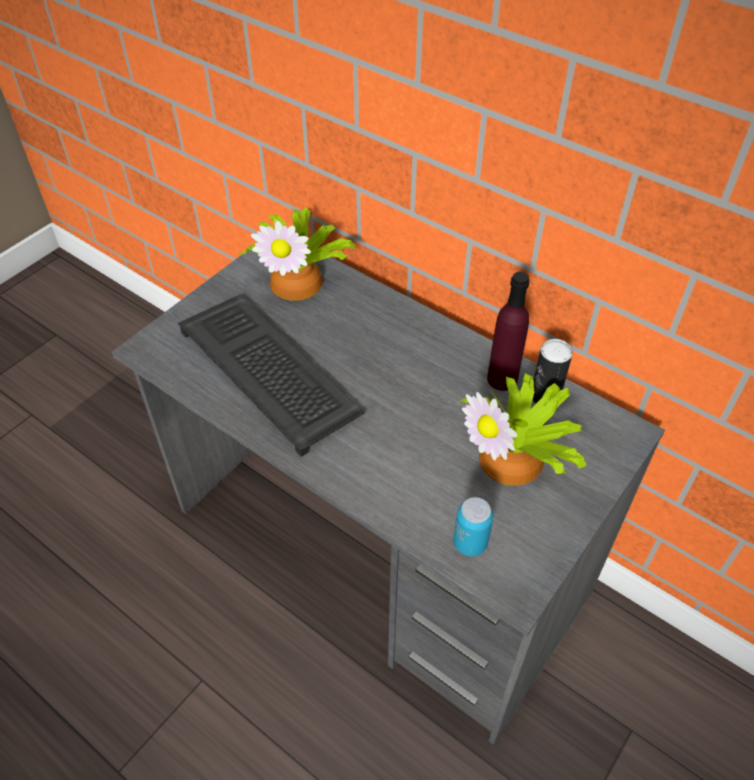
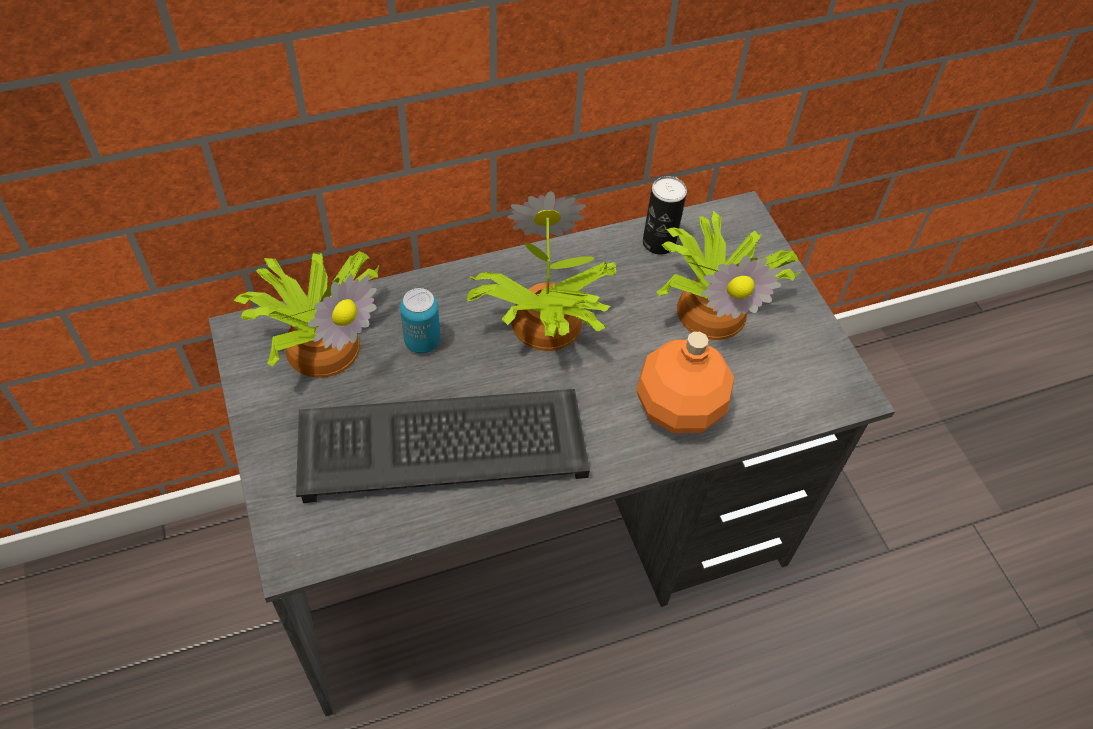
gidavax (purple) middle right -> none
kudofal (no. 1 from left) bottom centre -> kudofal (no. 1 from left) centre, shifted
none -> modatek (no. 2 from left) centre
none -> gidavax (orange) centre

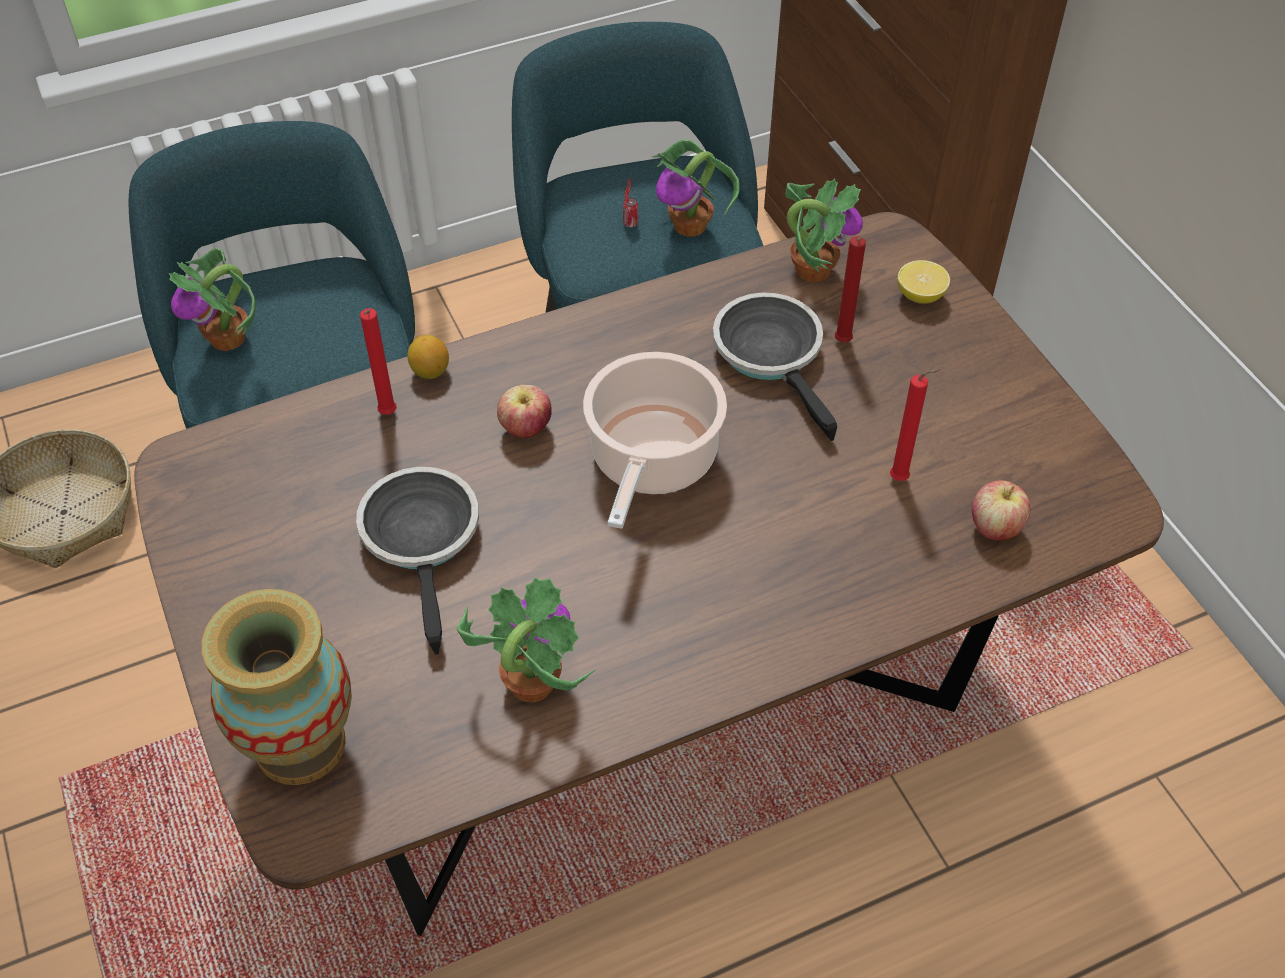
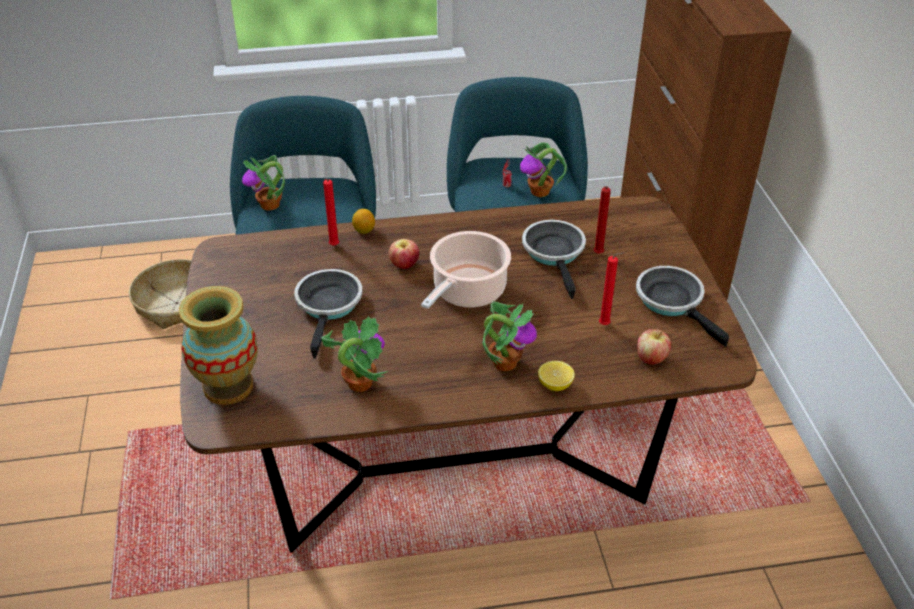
modatek (no. 4 from left in the first image) top centre -> modatek (no. 3 from left) centre, shifted
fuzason (no. 2 from left) top right -> fuzason (no. 2 from left) centre, shifted
none -> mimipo (no. 3 from left) middle right

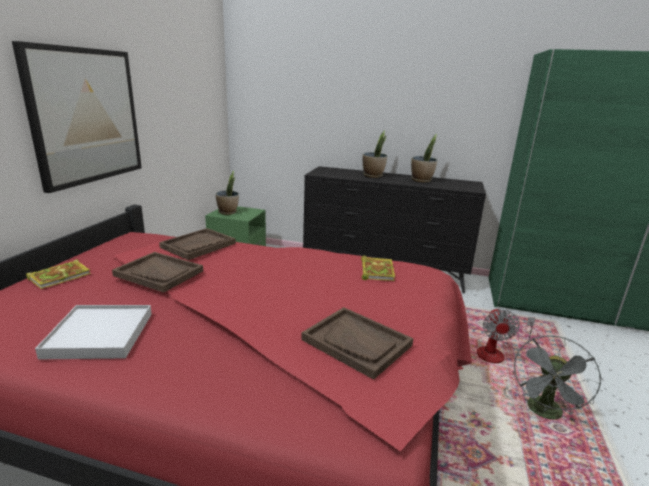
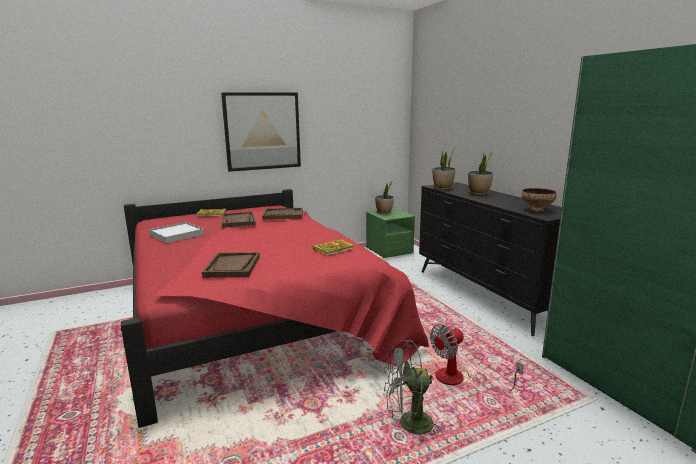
modatek (no. 3 from left in the first image) top centre -> modatek (no. 2 from left) centre, shifted
none -> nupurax middle right

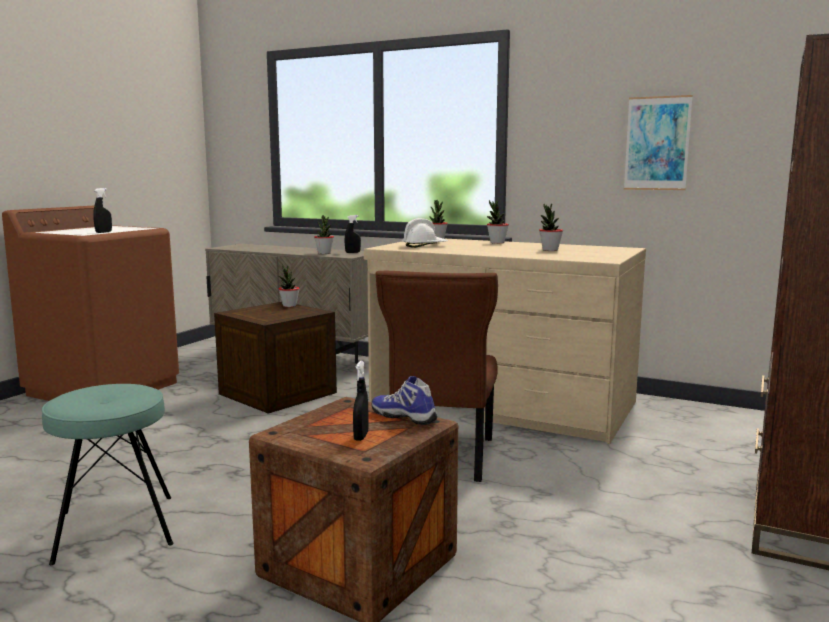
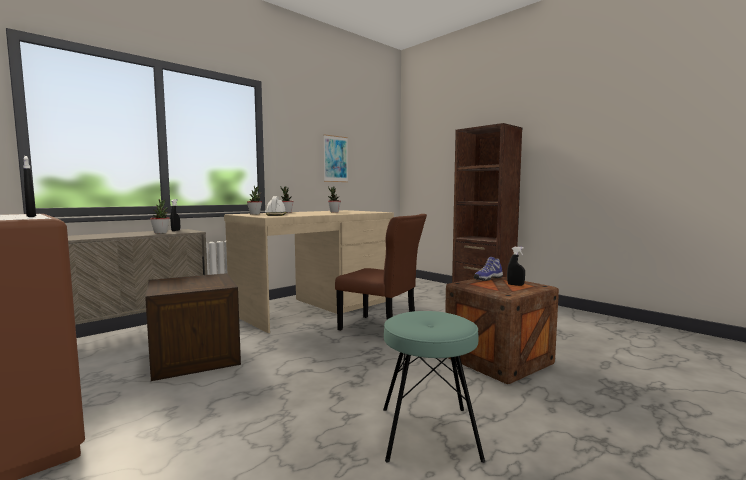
modatek (no. 1 from left) centre -> none

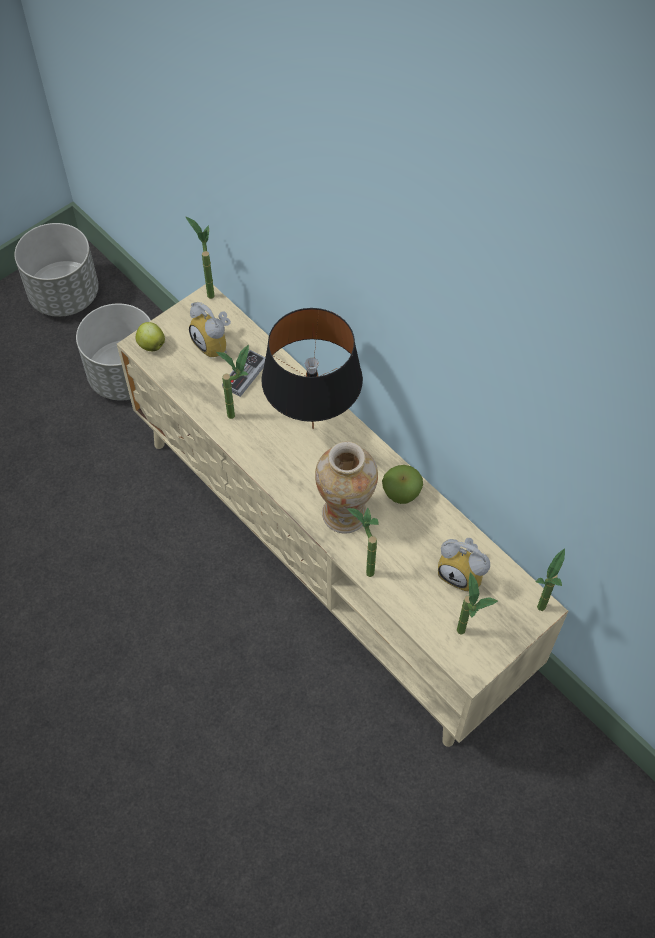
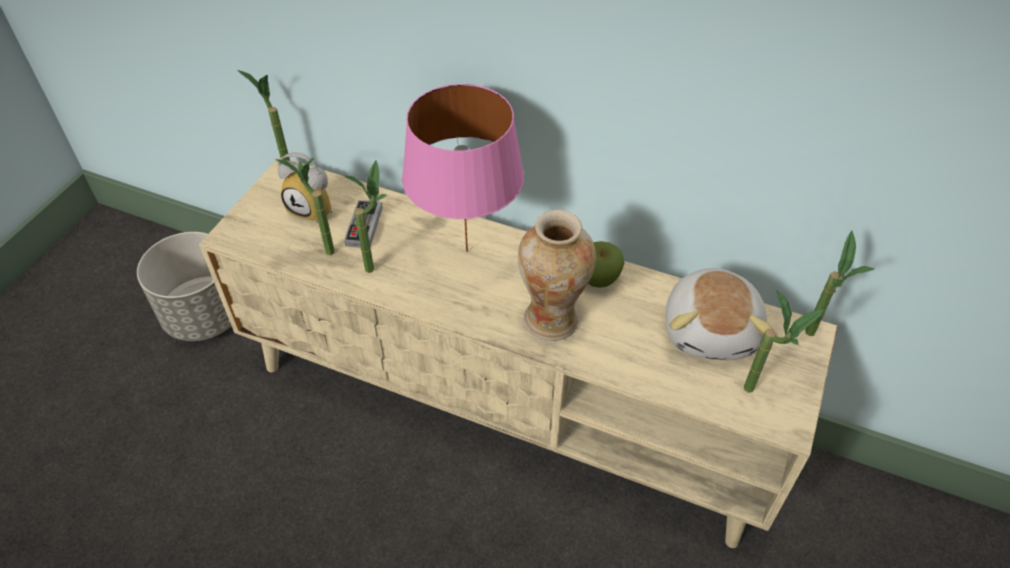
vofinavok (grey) (no. 1 from left) top left -> none
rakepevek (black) centre -> rakepevek (pink) top centre
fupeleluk (no. 1 from left) middle left -> none
modatek (no. 3 from left in the first image) centre -> modatek (no. 2 from left) middle left, shifted
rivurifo (no. 2 from left) middle right -> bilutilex middle right

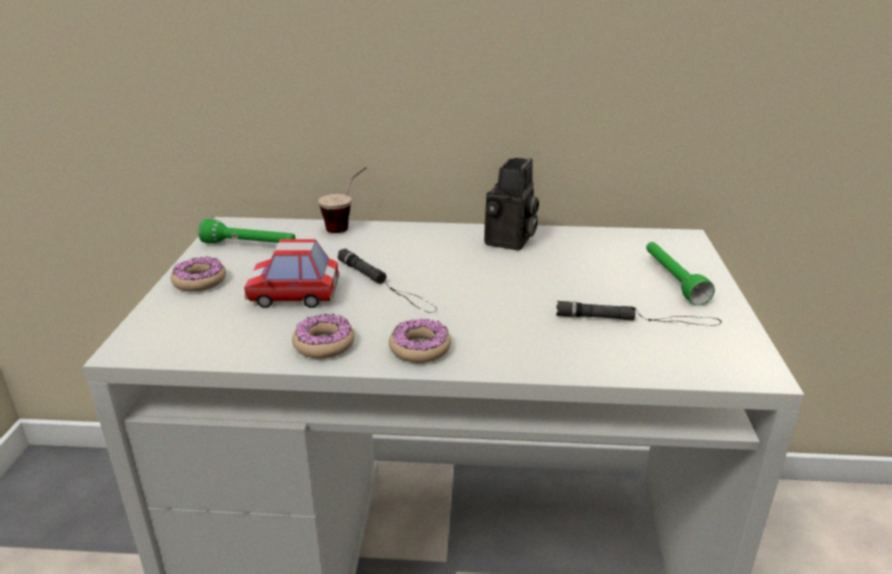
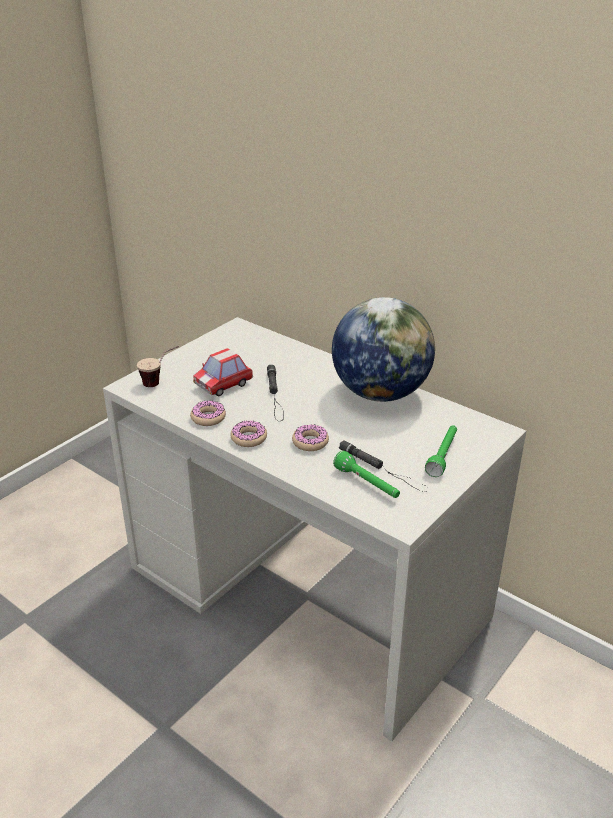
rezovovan centre -> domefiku centre
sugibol centre -> sugibol middle left, shifted
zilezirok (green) (no. 1 from left) middle left -> zilezirok (green) (no. 1 from left) centre, shifted
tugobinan middle left -> tugobinan centre, 75 degrees counterclockwise
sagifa (no. 1 from left in the first image) middle left -> sagifa (no. 3 from left) centre, shifted

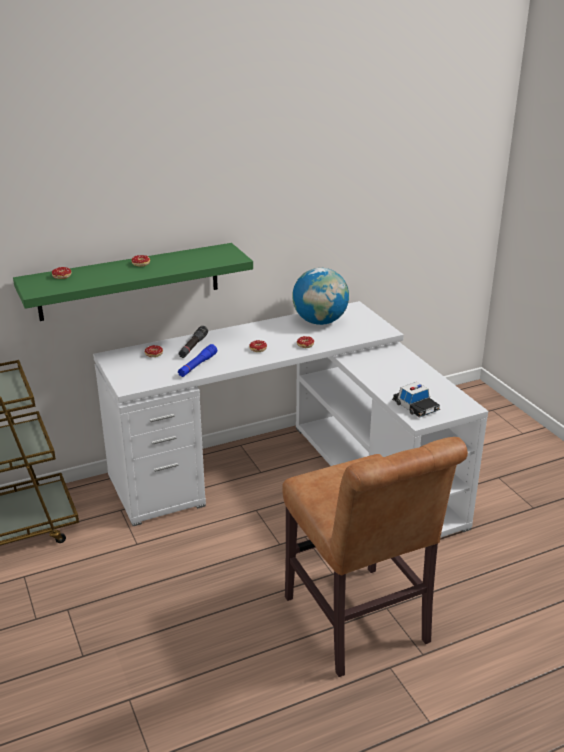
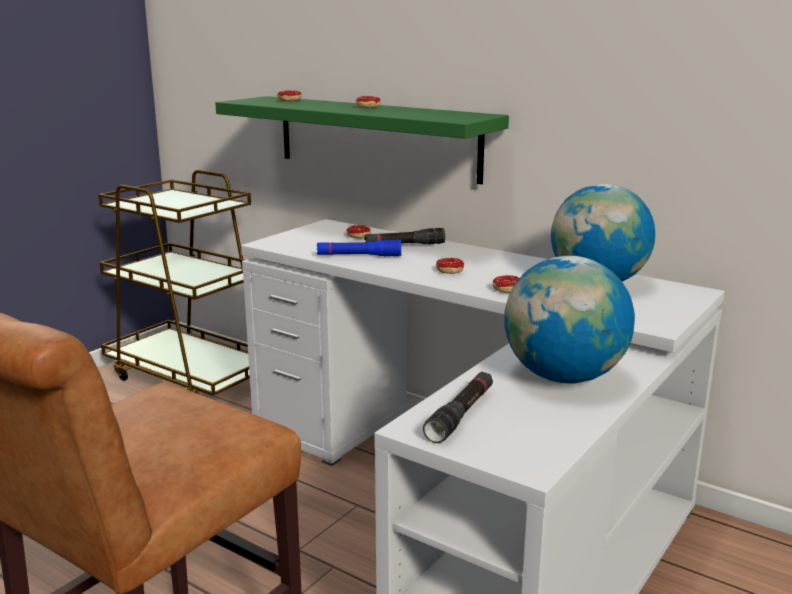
tugobinan middle right -> zilezirok (black) (no. 2 from left) bottom centre
none -> domefiku (no. 1 from left) middle right

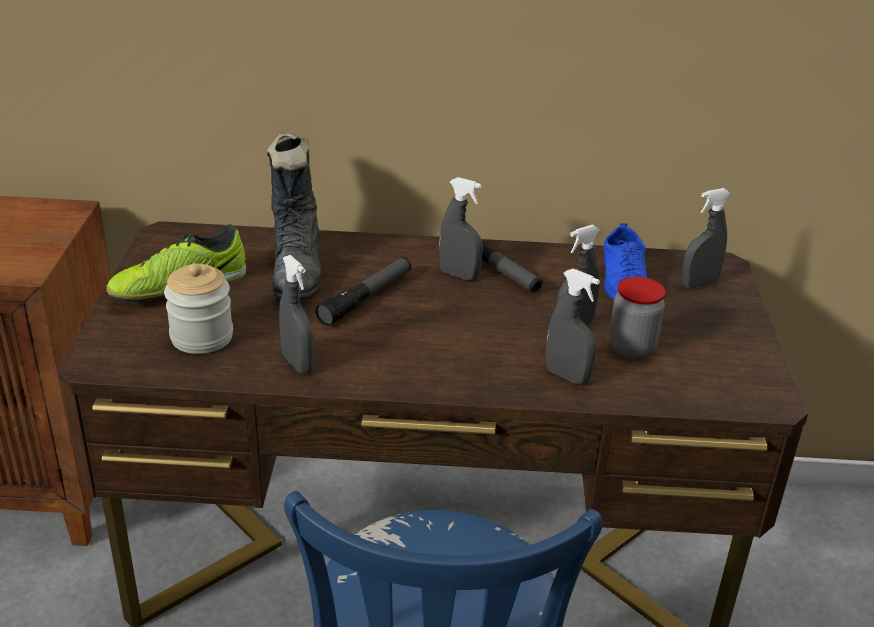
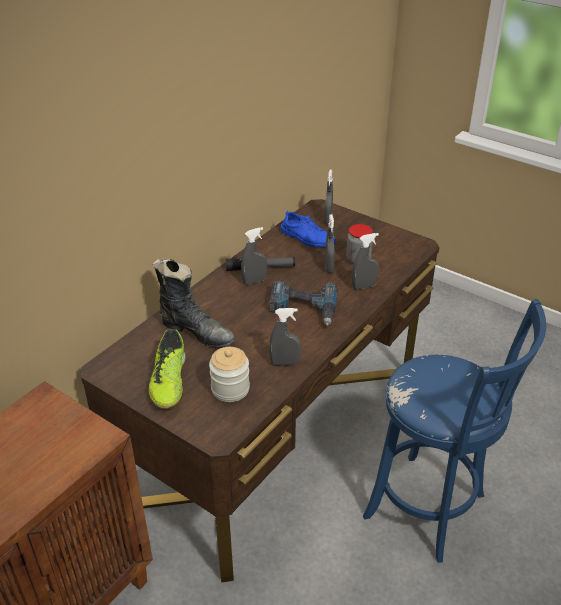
zilezirok (no. 1 from left) centre -> none
none -> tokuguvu centre

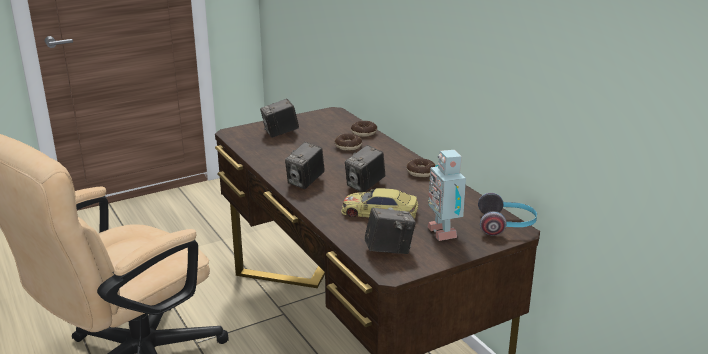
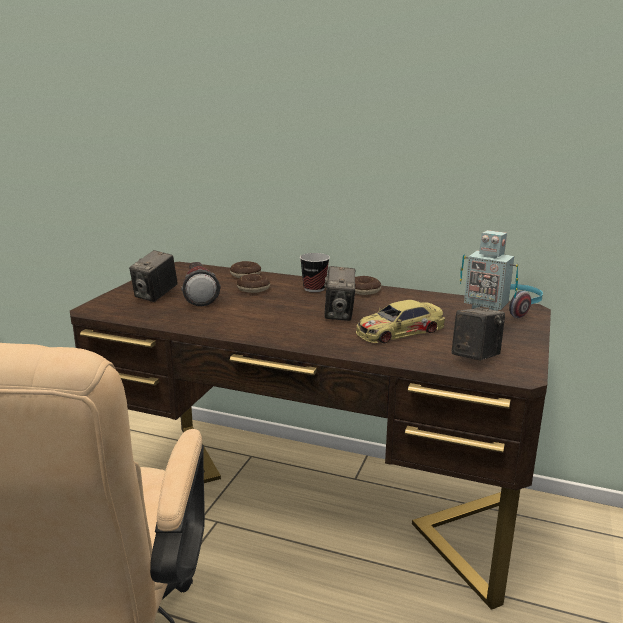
rezovovan (no. 2 from left) centre -> none
none -> sugibol centre
none -> zilezirok middle left

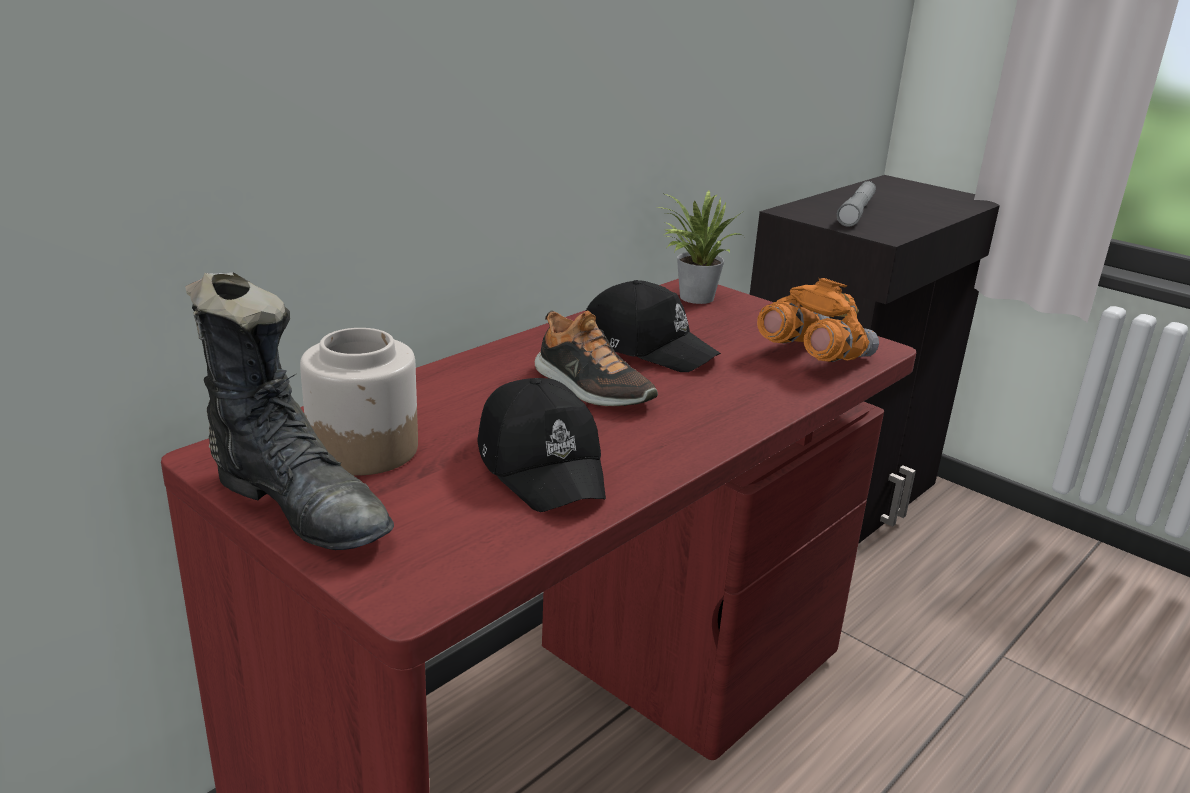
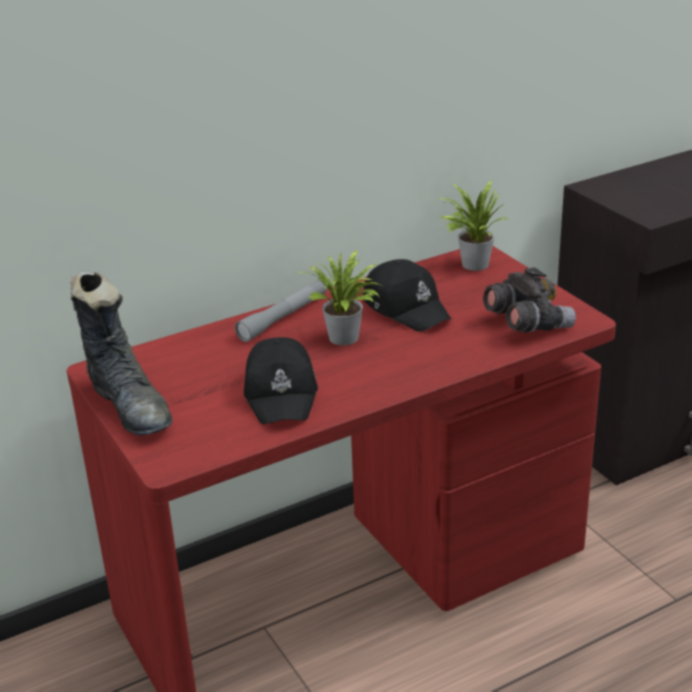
zilezirok (grey) top right -> zilezirok (grey) centre, shifted
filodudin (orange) middle right -> filodudin (grey) middle right
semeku centre -> modatek (no. 1 from left) centre
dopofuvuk middle left -> none

